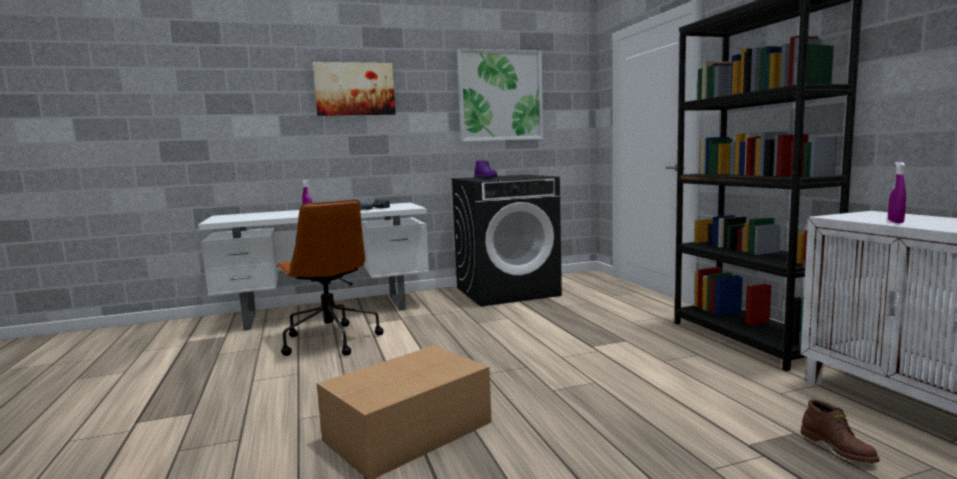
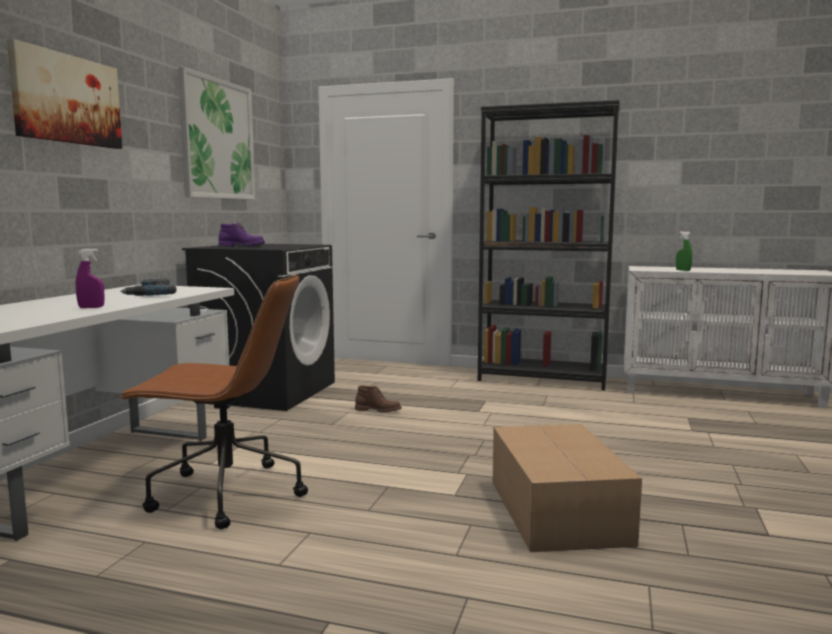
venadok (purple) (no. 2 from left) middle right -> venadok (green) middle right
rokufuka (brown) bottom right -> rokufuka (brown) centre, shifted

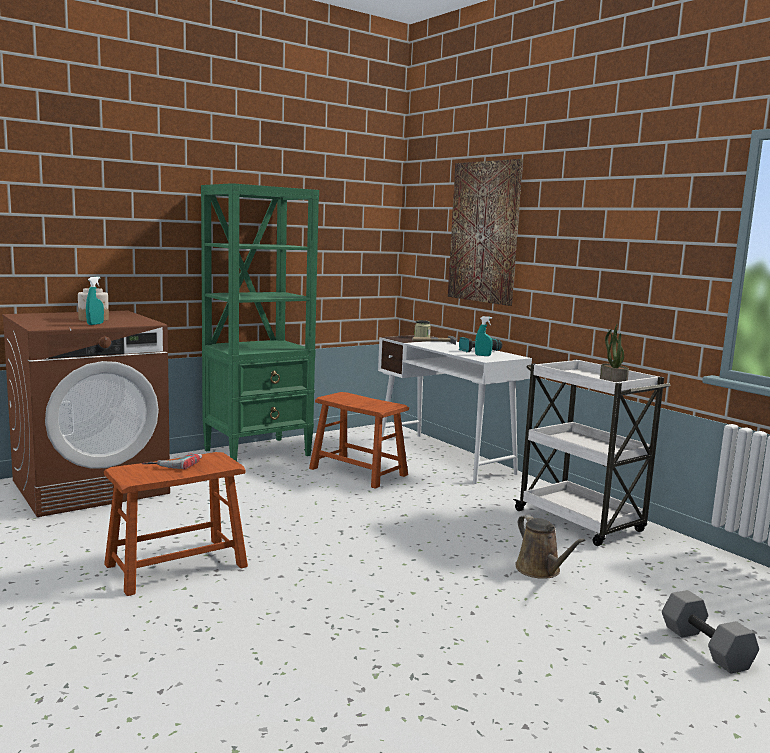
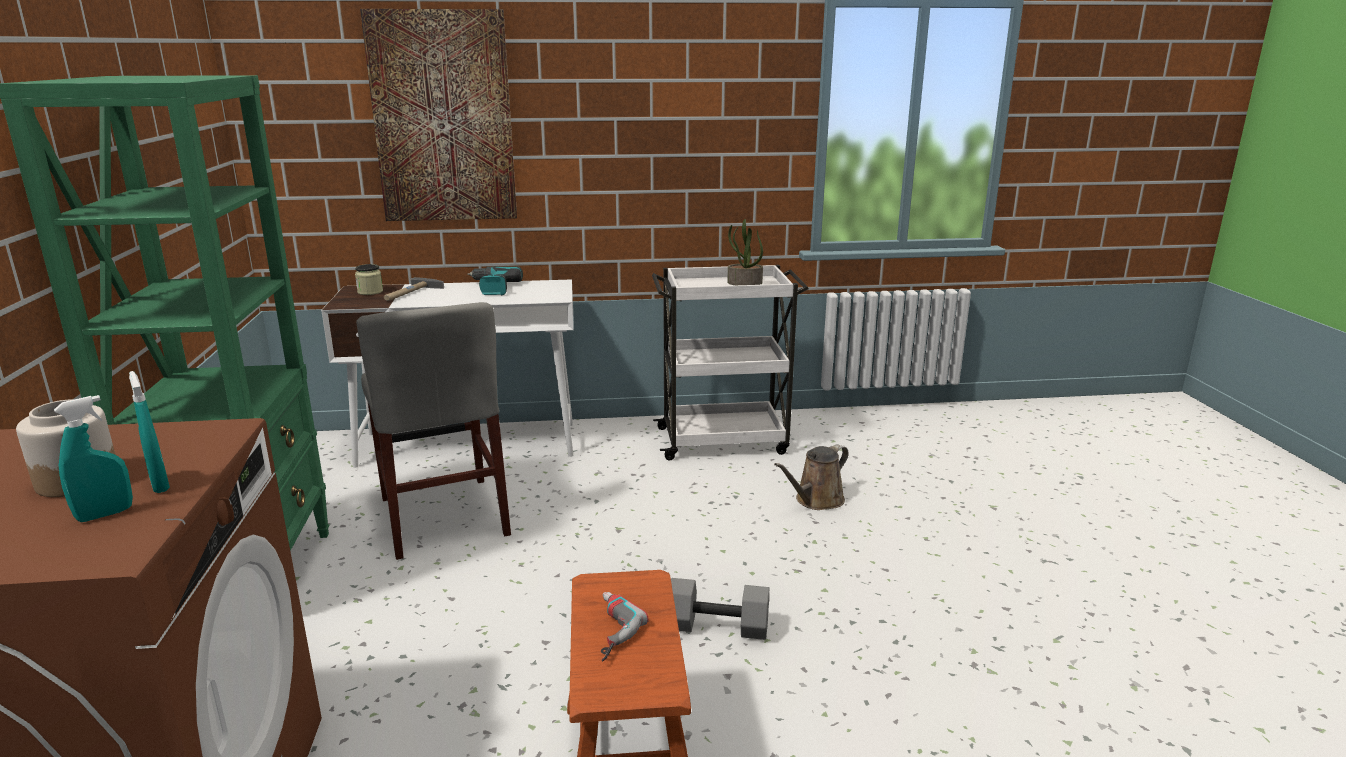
venadok (turquoise) (no. 2 from left in the first image) centre -> venadok (turquoise) (no. 1 from left) middle left, shifted
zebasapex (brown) (no. 2 from left) centre -> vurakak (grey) middle left
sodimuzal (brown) bottom right -> sodimuzal (brown) centre, 135 degrees clockwise
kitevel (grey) bottom right -> kitevel (grey) bottom centre, shifted

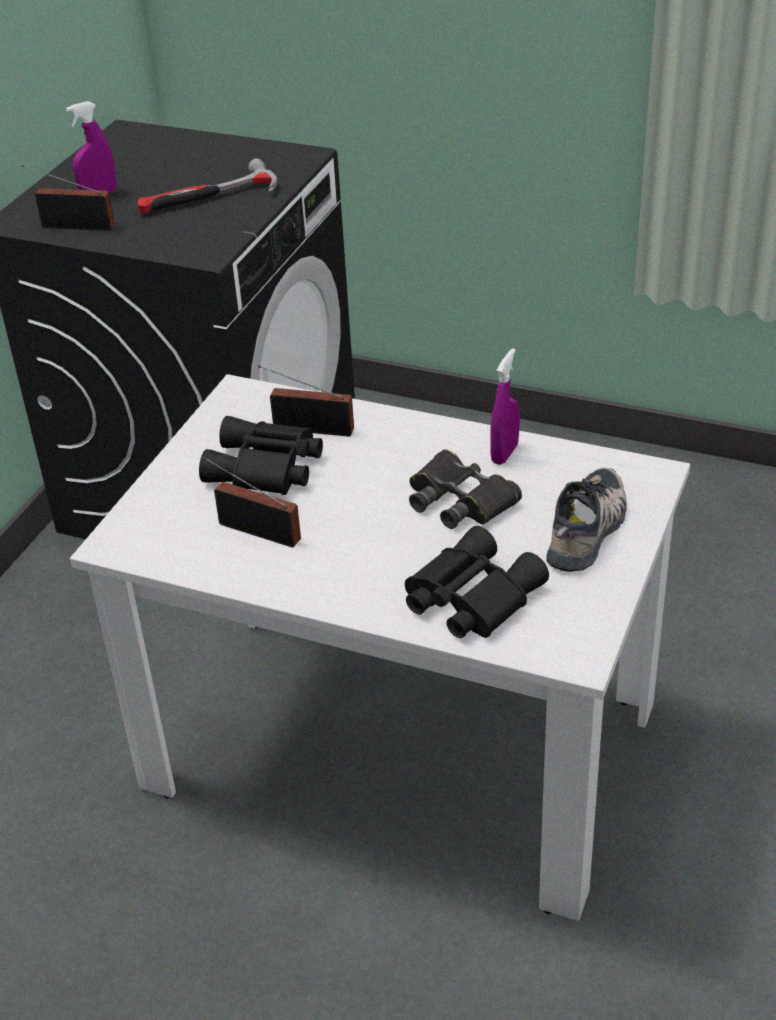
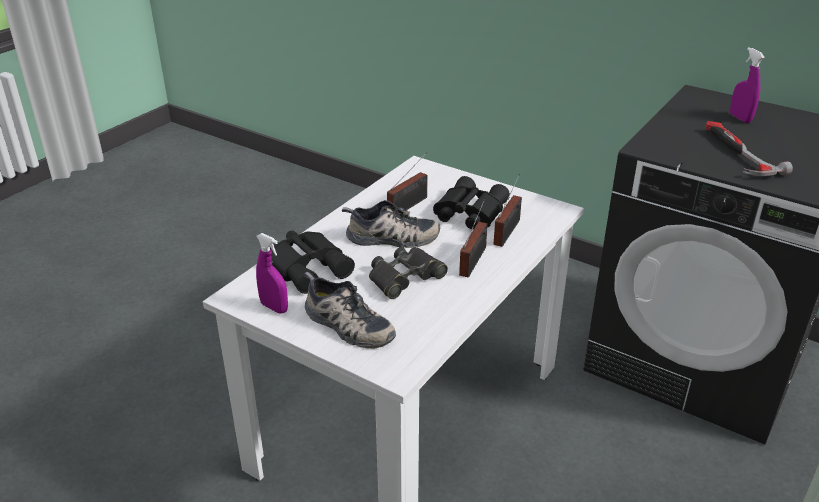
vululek (no. 1 from left in the first image) top left -> vululek (no. 2 from left) centre, shifted
venadok (purple) (no. 2 from left in the first image) centre -> venadok (purple) (no. 1 from left) middle left, shifted
none -> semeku (no. 2 from left) centre

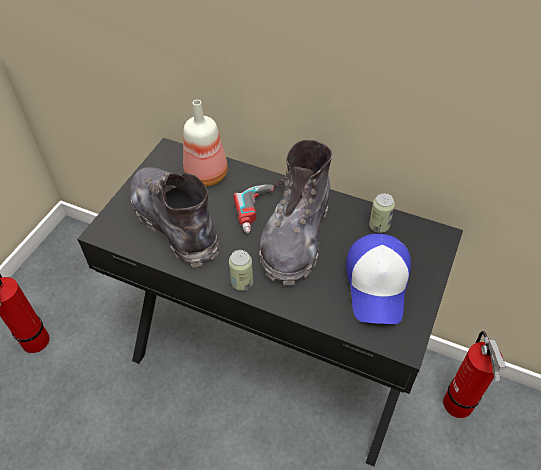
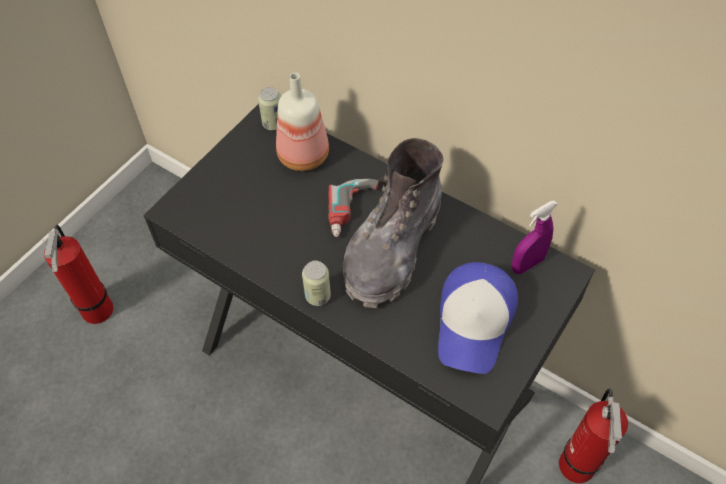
rokufuka (grey) (no. 1 from left) middle left -> none
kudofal (no. 2 from left in the first image) middle right -> kudofal (no. 1 from left) top centre, shifted
none -> venadok (purple) middle right

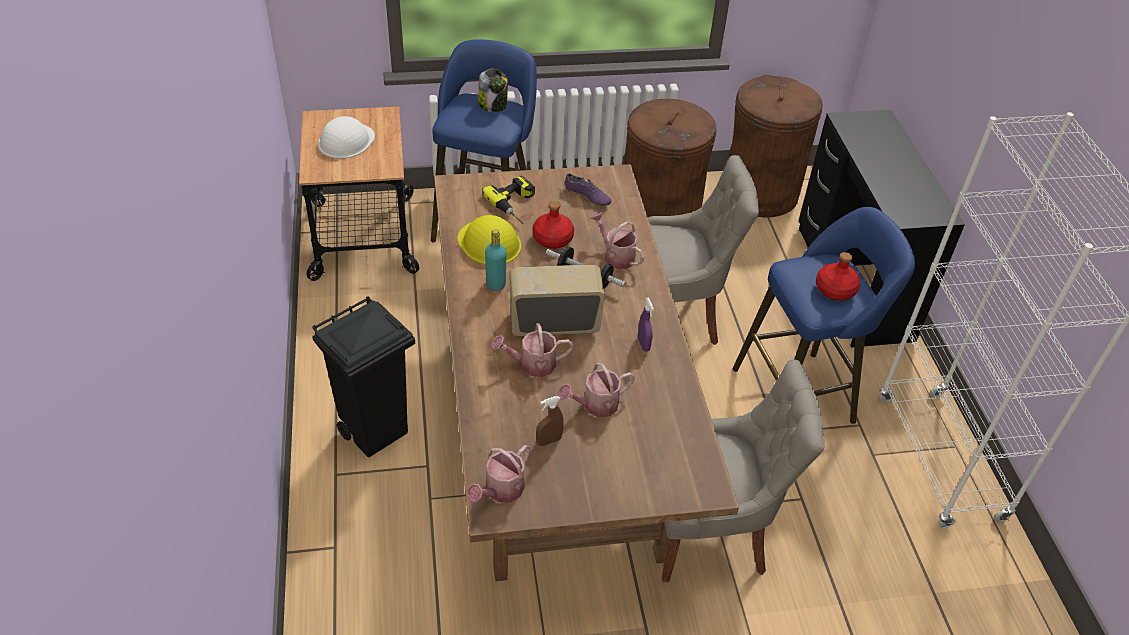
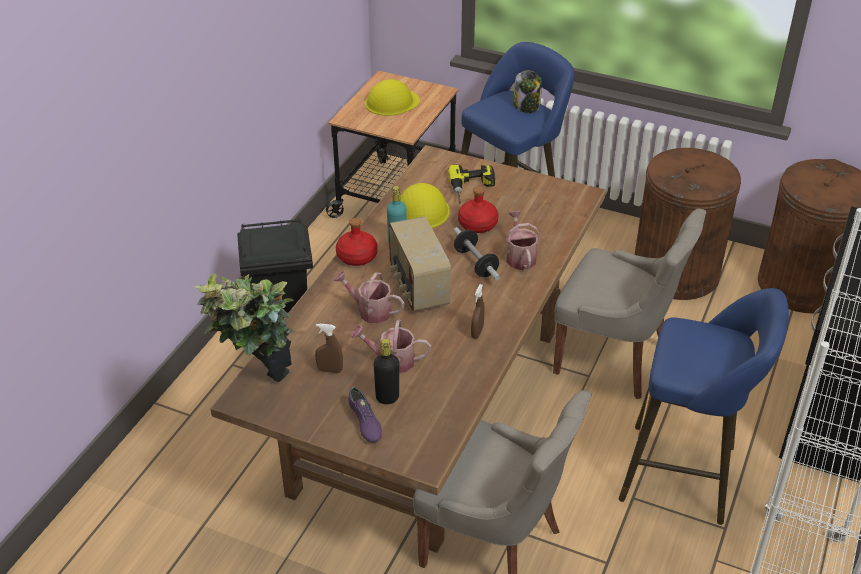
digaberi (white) top left -> digaberi (yellow) (no. 1 from left) top centre
semeku (purple) top centre -> semeku (purple) bottom centre, shifted
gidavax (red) (no. 2 from left in the first image) middle right -> gidavax (red) (no. 1 from left) centre, shifted
vululek centre, 135 degrees counterclockwise
venadok (purple) centre -> venadok (brown) (no. 2 from left) centre
sodimuzal (no. 1 from left) bottom centre -> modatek middle left
none -> gidavax (black) centre

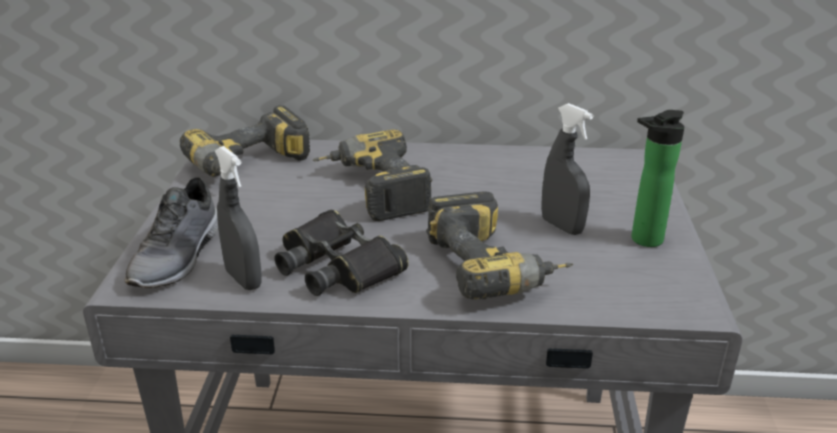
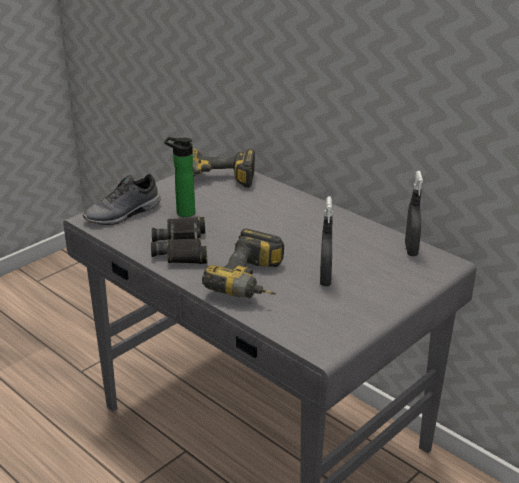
gidavax middle right -> gidavax centre, shifted
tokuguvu (no. 2 from left) centre -> none
venadok (grey) (no. 1 from left in the first image) middle left -> venadok (grey) (no. 2 from left) middle right, shifted

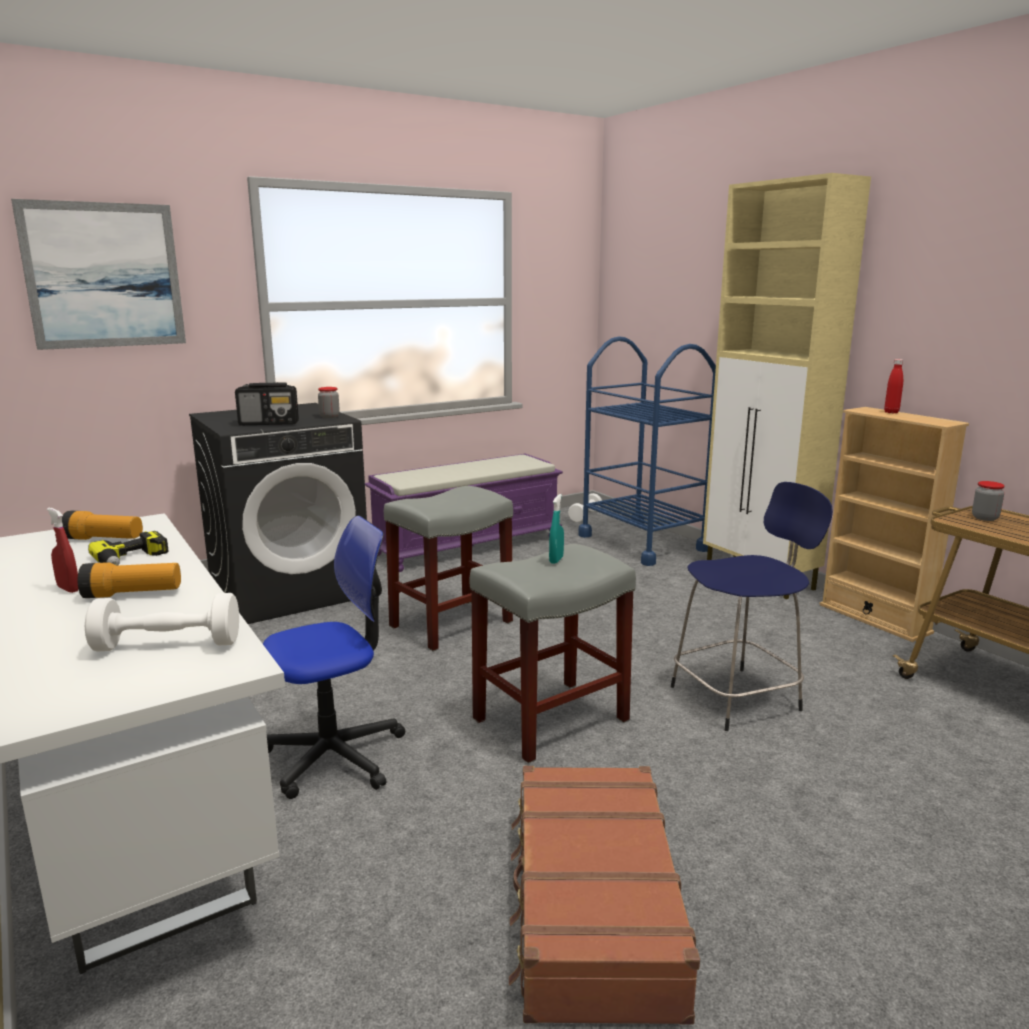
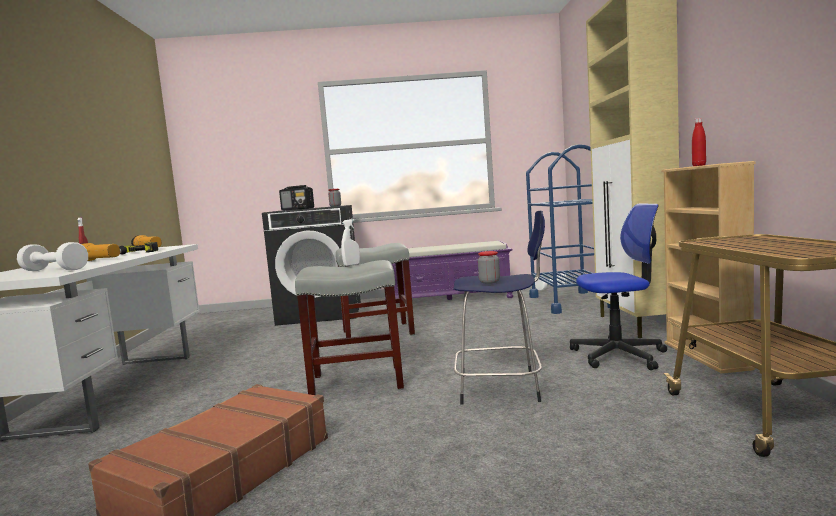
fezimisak top left -> none
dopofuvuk (no. 2 from left) middle right -> dopofuvuk (no. 2 from left) centre, shifted
venadok (turquoise) centre -> venadok (white) centre
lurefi middle left -> lurefi middle right, shifted

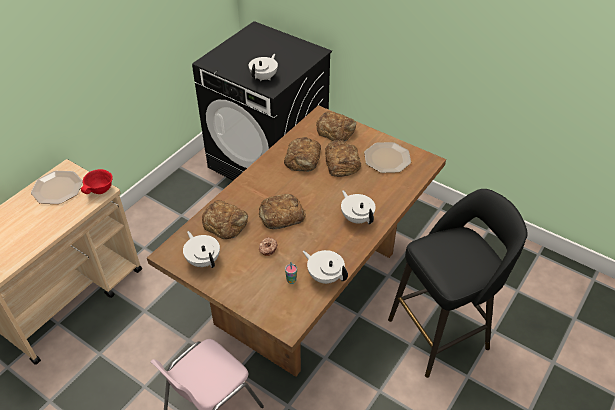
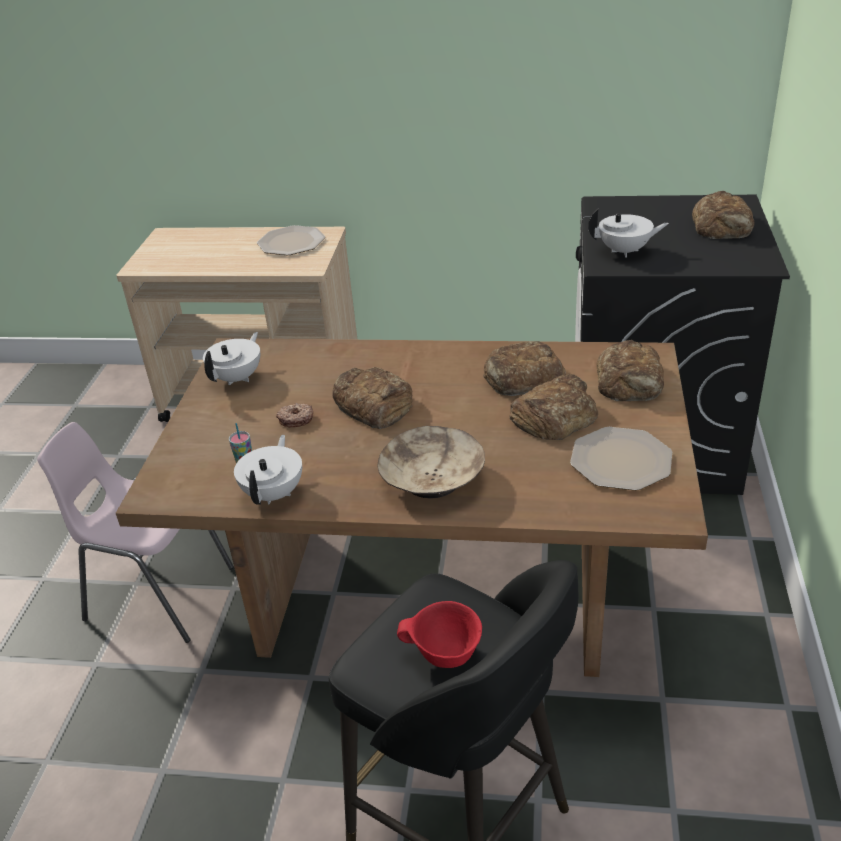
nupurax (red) middle left -> nupurax (red) bottom centre, shifted
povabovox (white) (no. 4 from left) centre -> nupurax (beige) centre
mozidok (no. 1 from left in the first image) centre -> mozidok (no. 5 from left) top right, shifted

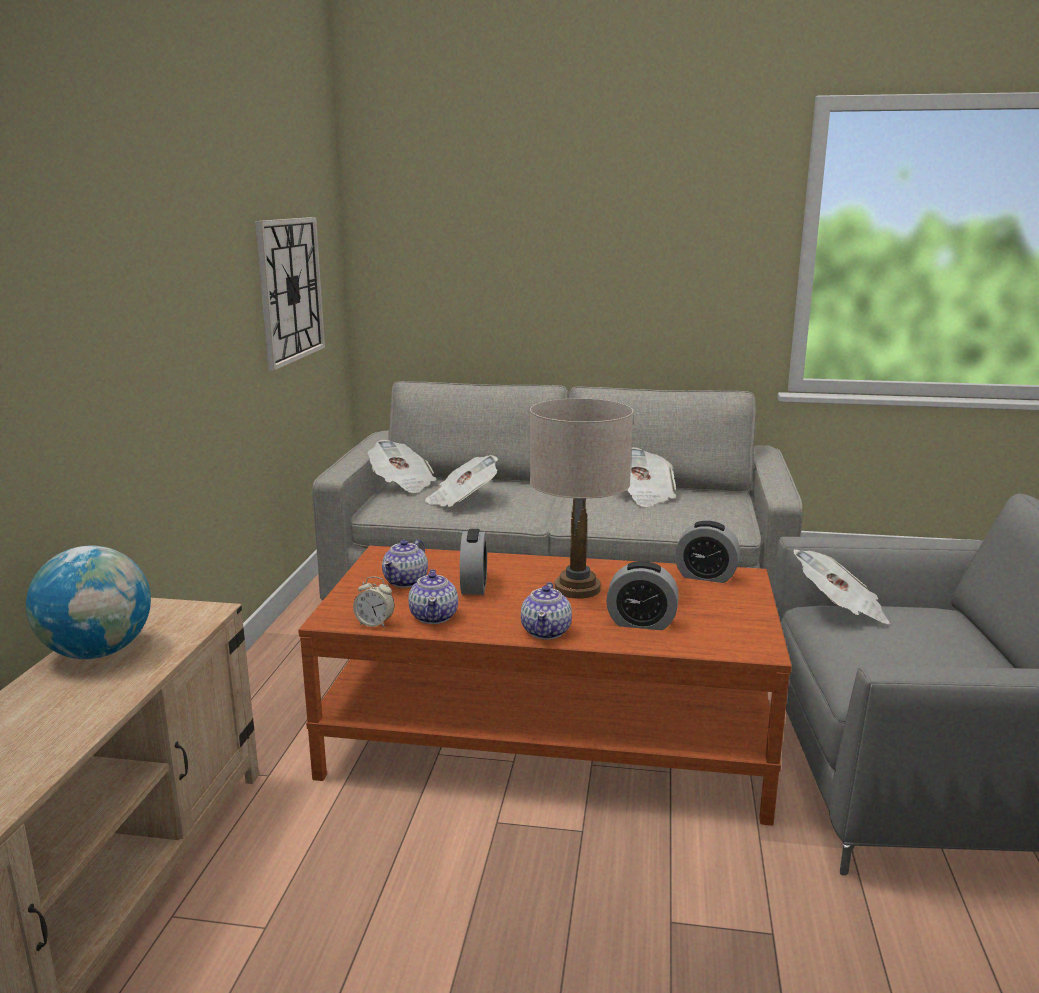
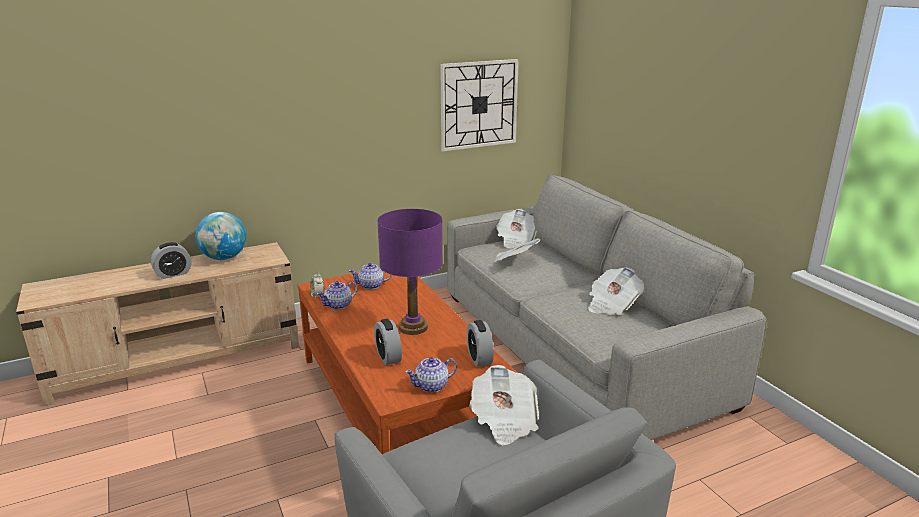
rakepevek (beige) centre -> rakepevek (purple) centre
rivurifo (no. 2 from left in the first image) centre -> rivurifo (no. 1 from left) middle left, shifted
povabovox (no. 3 from left) centre -> povabovox (no. 3 from left) bottom centre, shifted

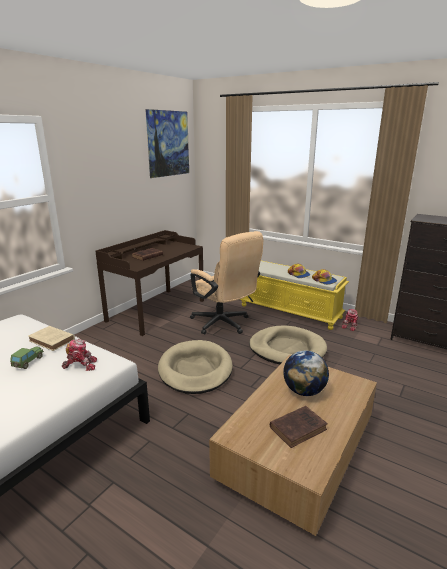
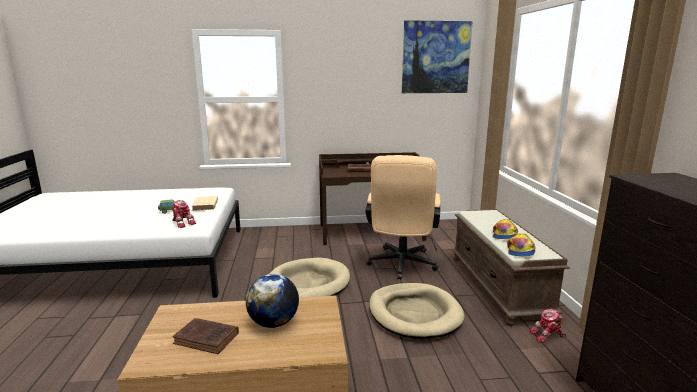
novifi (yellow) centre -> novifi (brown) bottom right

